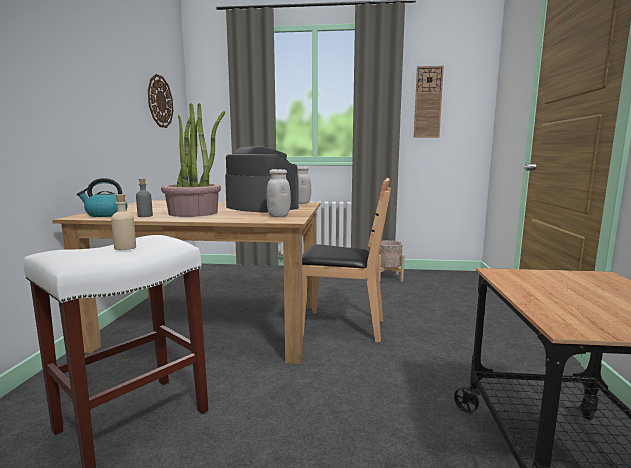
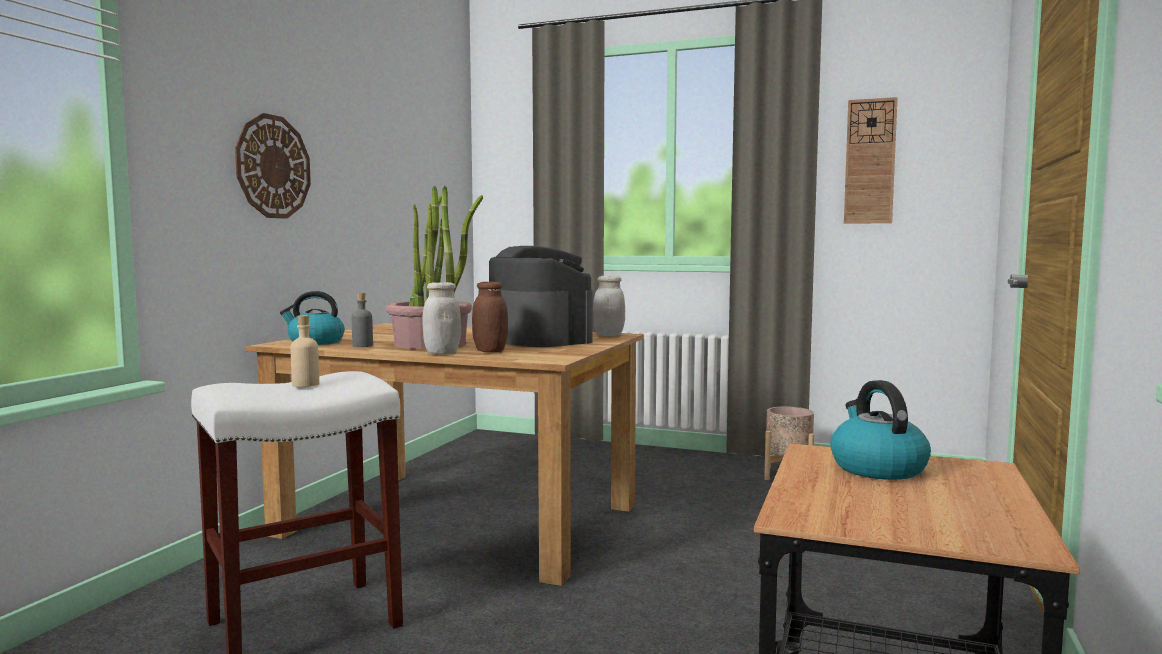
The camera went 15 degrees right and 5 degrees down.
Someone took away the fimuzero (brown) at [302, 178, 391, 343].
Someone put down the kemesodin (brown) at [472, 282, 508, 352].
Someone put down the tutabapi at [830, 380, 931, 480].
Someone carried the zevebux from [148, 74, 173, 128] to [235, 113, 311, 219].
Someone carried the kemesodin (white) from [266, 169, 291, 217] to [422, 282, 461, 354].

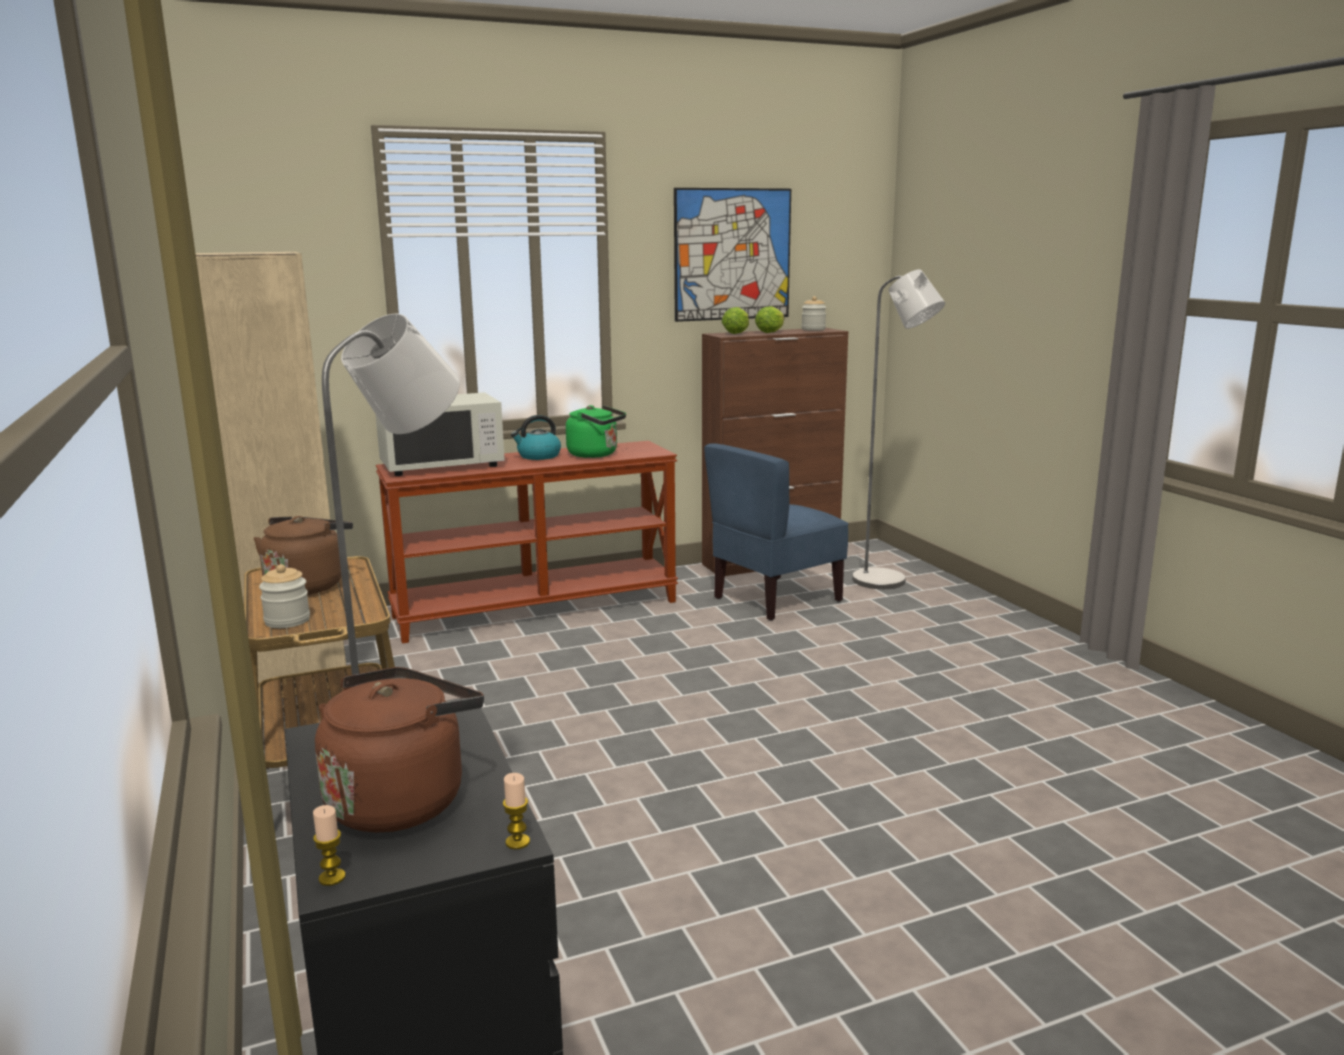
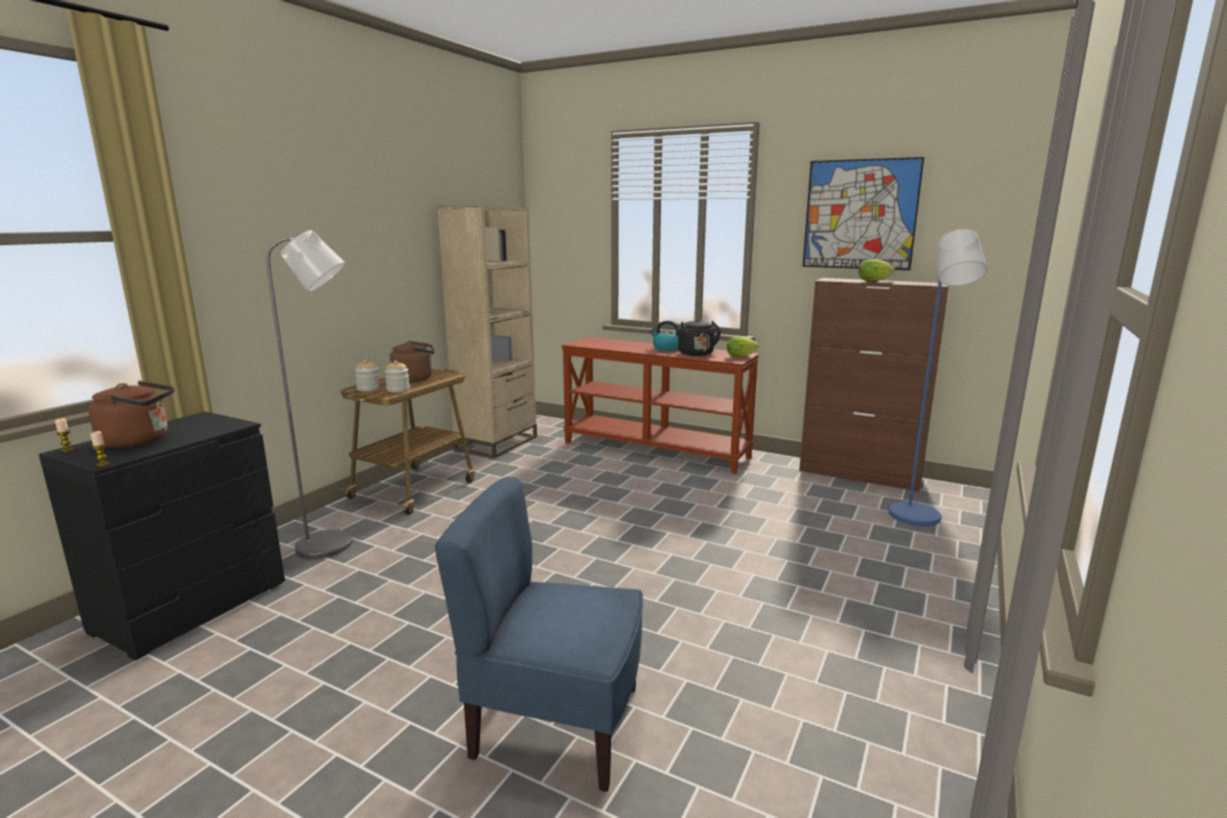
The camera went 50 degrees right and 0 degrees up.
Someone took away the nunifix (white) at [376, 392, 505, 476].
Someone carried the fimuzero (blue) from [704, 443, 849, 621] to [435, 477, 643, 792].
Someone carried the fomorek from [722, 307, 749, 334] to [727, 337, 758, 357].
Someone carried the kemesodin from [802, 296, 826, 331] to [385, 360, 410, 393].
Someone repainted the tutabapi (green) at [566, 405, 626, 458], which became the tutabapi (black) at [678, 319, 721, 356].
Someone repainted the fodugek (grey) at [852, 269, 945, 589], which became the fodugek (blue) at [889, 229, 988, 526].

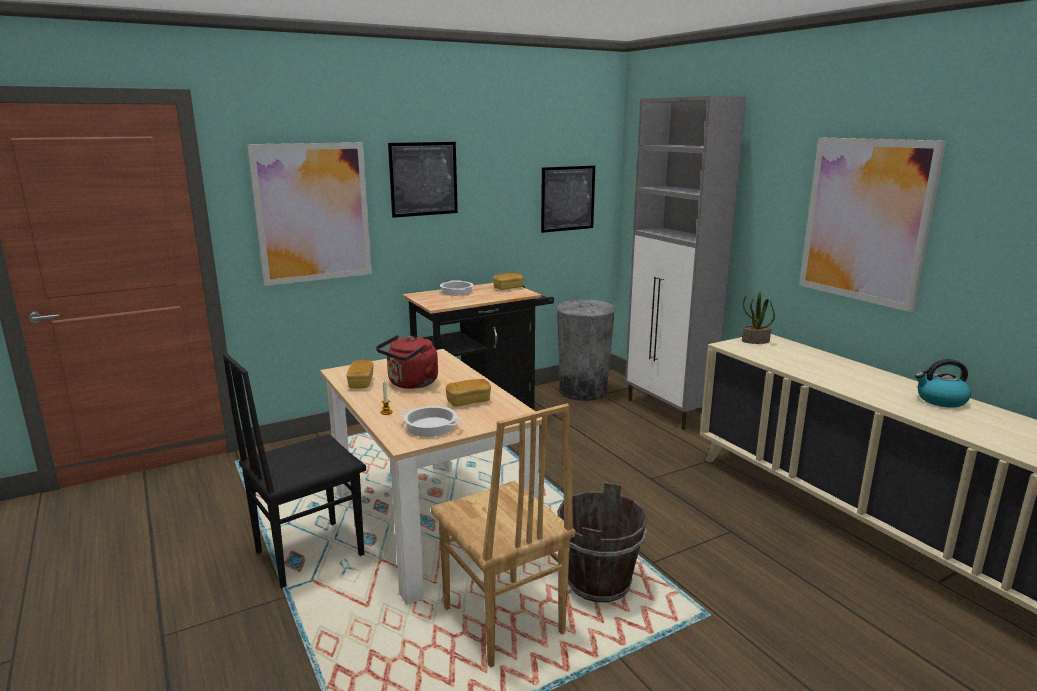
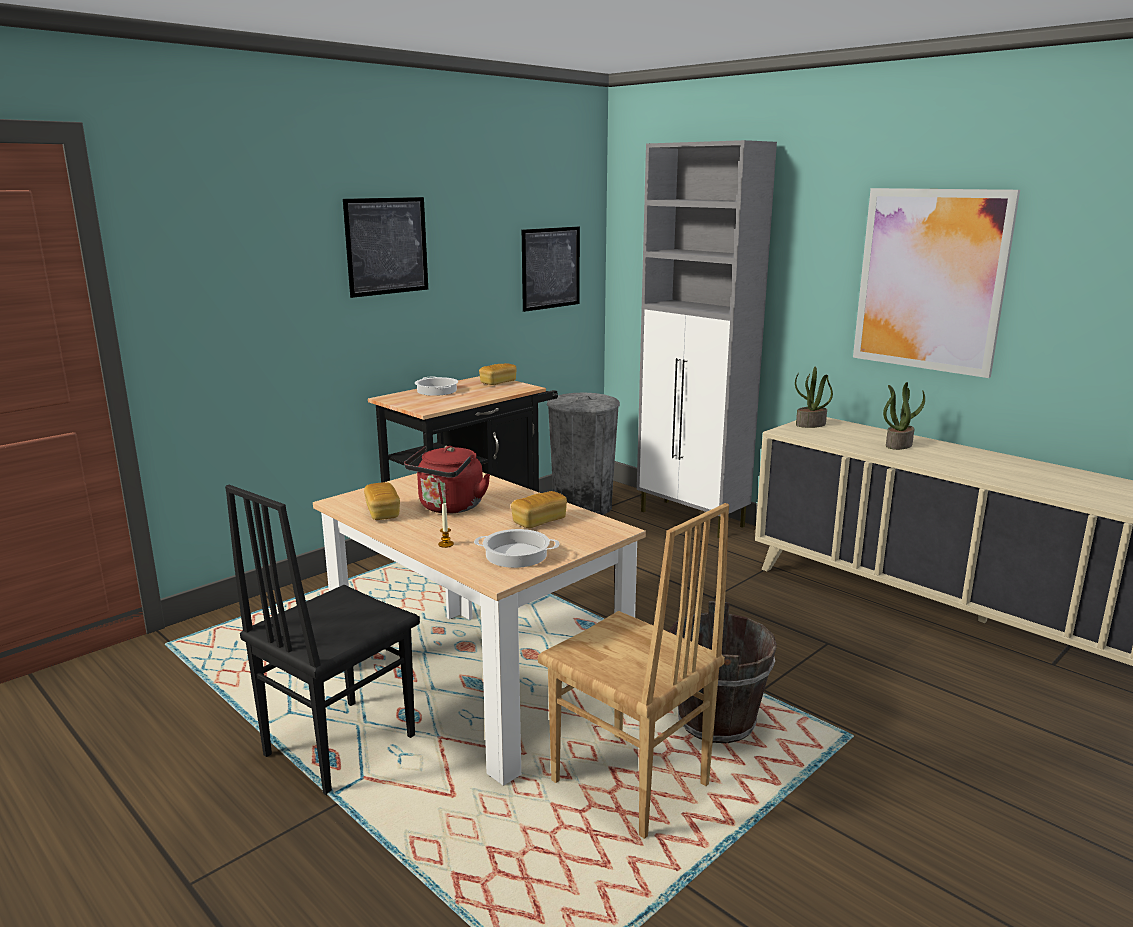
The camera went 15 degrees left and 0 degrees up.
Someone took away the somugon at [247, 142, 372, 286].
Someone took away the tutabapi at [915, 359, 971, 408].
Someone put down the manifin at [883, 382, 925, 450].

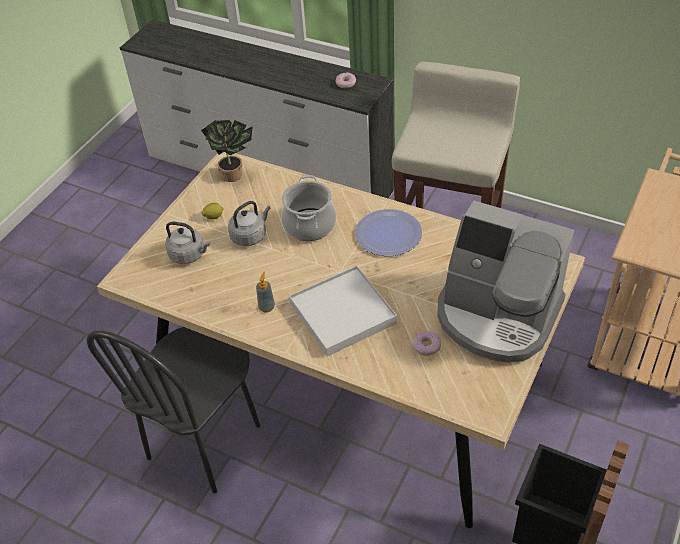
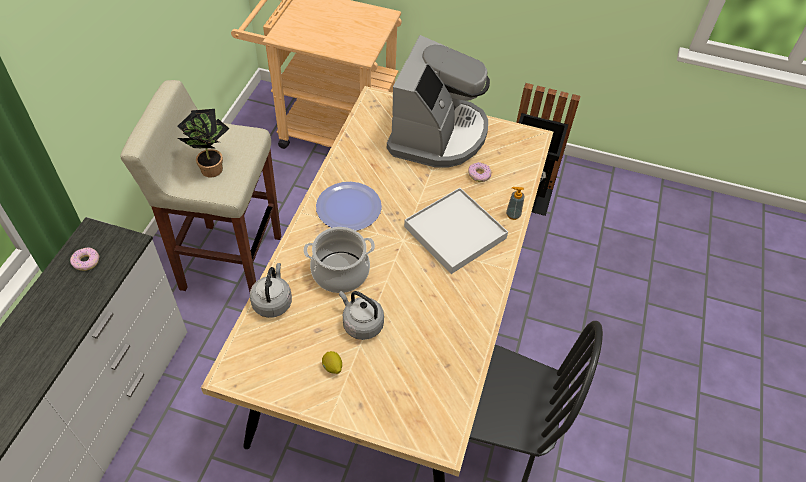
The camera went 105 degrees left and 5 degrees up.
Someone carried the tutabapi (grey) from [165, 222, 210, 264] to [250, 263, 292, 318].
Someone carried the manifin from [201, 120, 253, 182] to [177, 109, 230, 177].
Someone carried the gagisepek from [256, 272, 275, 313] to [506, 187, 525, 220].

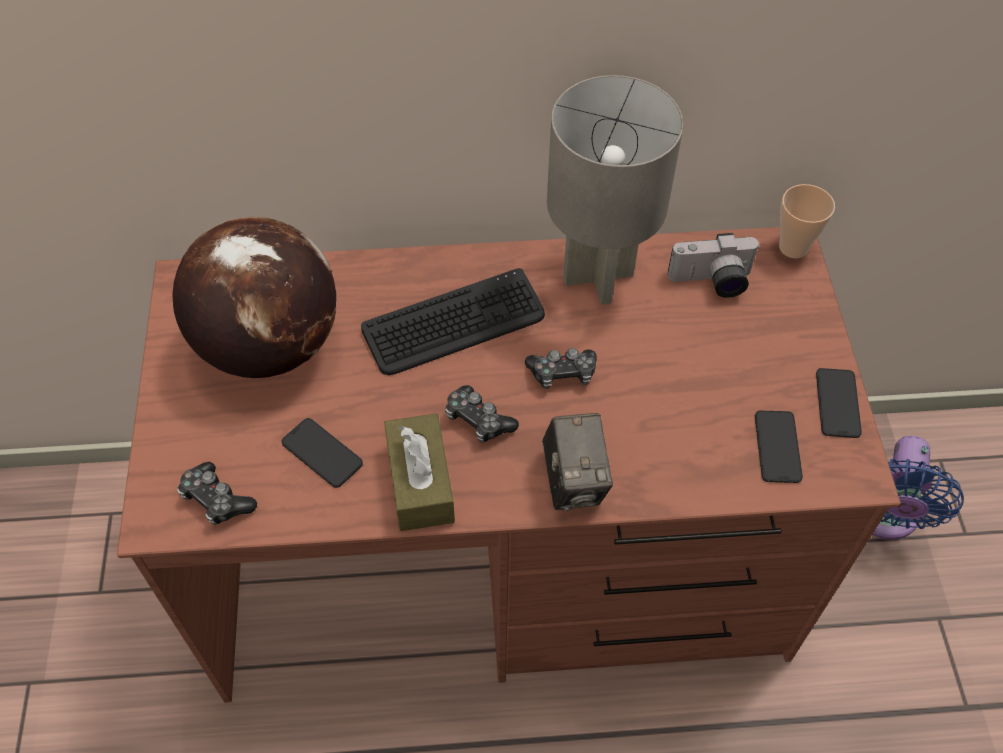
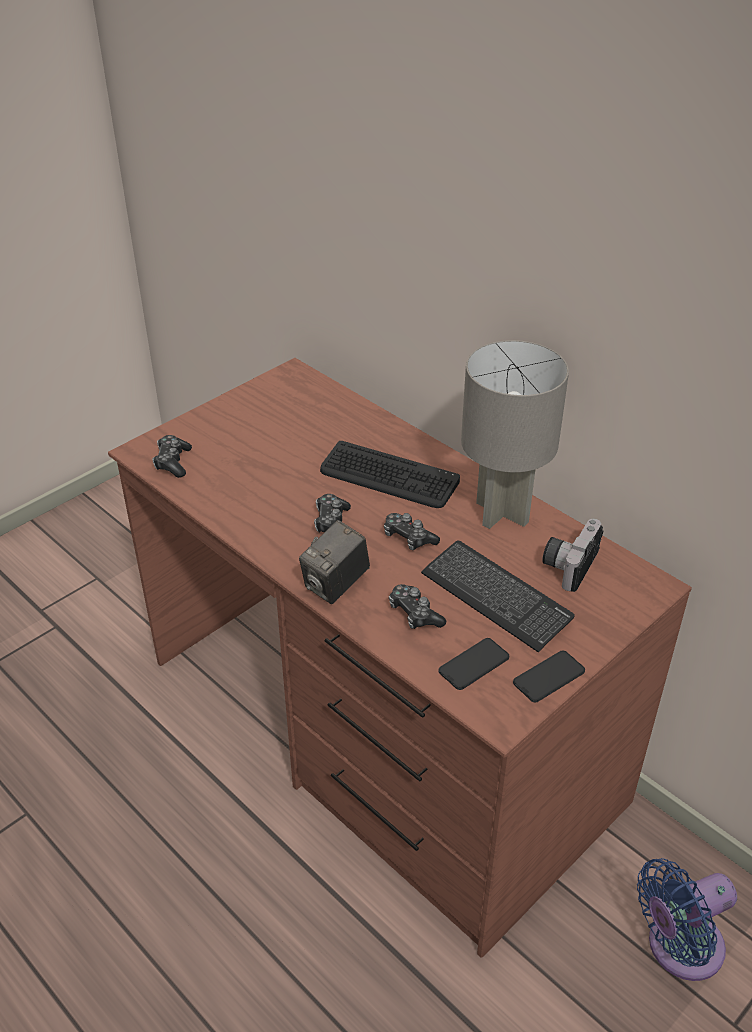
The camera went 50 degrees right and 15 degrees down.
Someone took away the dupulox at [172, 217, 336, 378].
Someone took away the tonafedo at [282, 418, 363, 488].
Someone took away the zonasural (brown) at [384, 413, 455, 531].
Someone took away the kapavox at [779, 184, 835, 258].
Someone put down the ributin at [389, 584, 446, 629].
Someone put down the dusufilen at [421, 540, 575, 653].
Someone rotated the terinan at [668, 233, 760, 298] by 75 degrees clockwise.

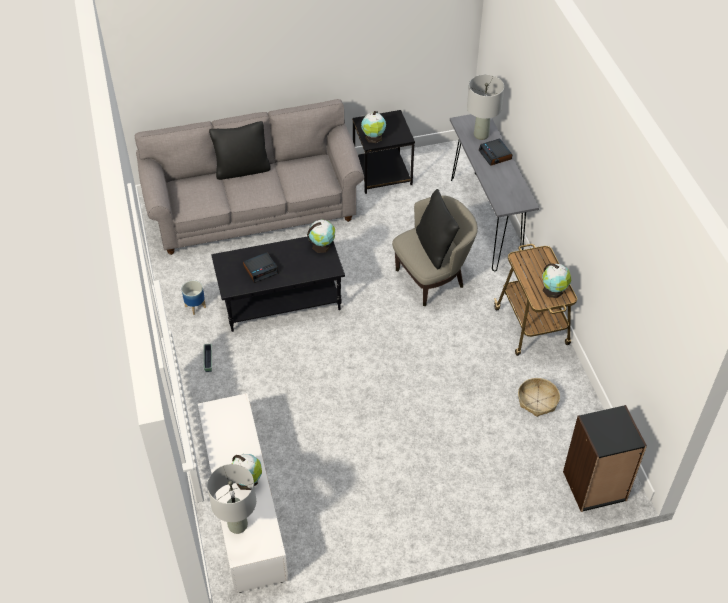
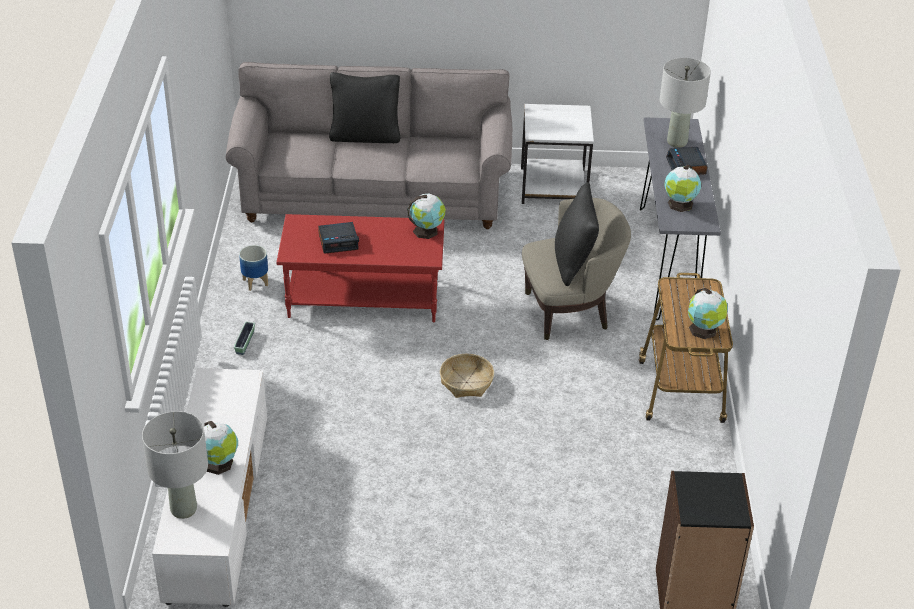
The camera went 15 degrees right and 10 degrees down.
Someone carried the dupulox from [361, 111, 386, 143] to [665, 165, 701, 212].
Someone carried the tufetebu from [518, 378, 560, 417] to [440, 354, 494, 398].
Someone repainted the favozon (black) at [211, 236, 345, 332], which became the favozon (red) at [276, 214, 444, 322].
Someone repainted the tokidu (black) at [352, 110, 415, 194], which became the tokidu (white) at [521, 104, 594, 204].

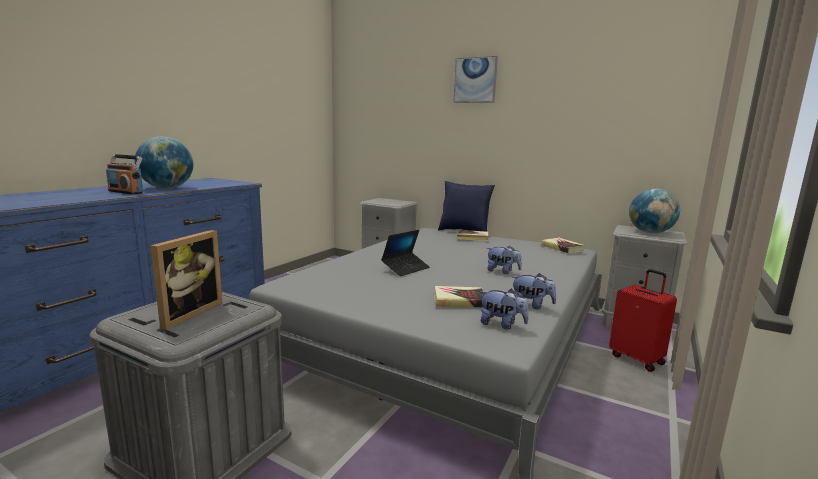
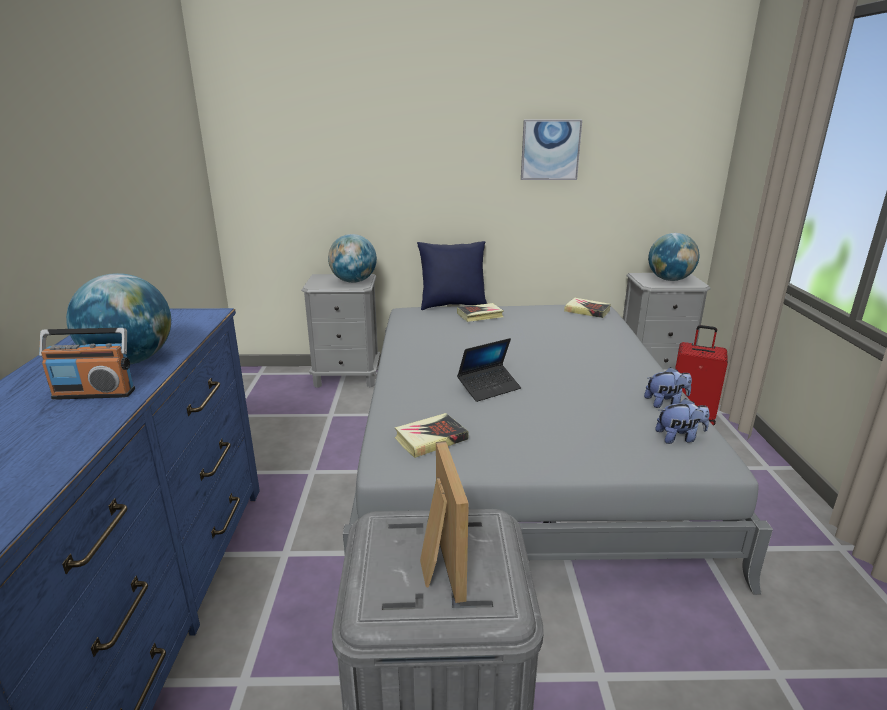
The camera went 30 degrees left and 10 degrees up.
Someone took away the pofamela at [487, 246, 522, 274].
Someone put down the dupulox at [328, 234, 377, 283].
Someone carried the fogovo from [434, 286, 484, 308] to [395, 413, 469, 458].
Someone carried the somugon from [453, 56, 498, 103] to [521, 120, 582, 180].
Someone rotated the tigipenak at [381, 230, 430, 276] by 45 degrees clockwise.

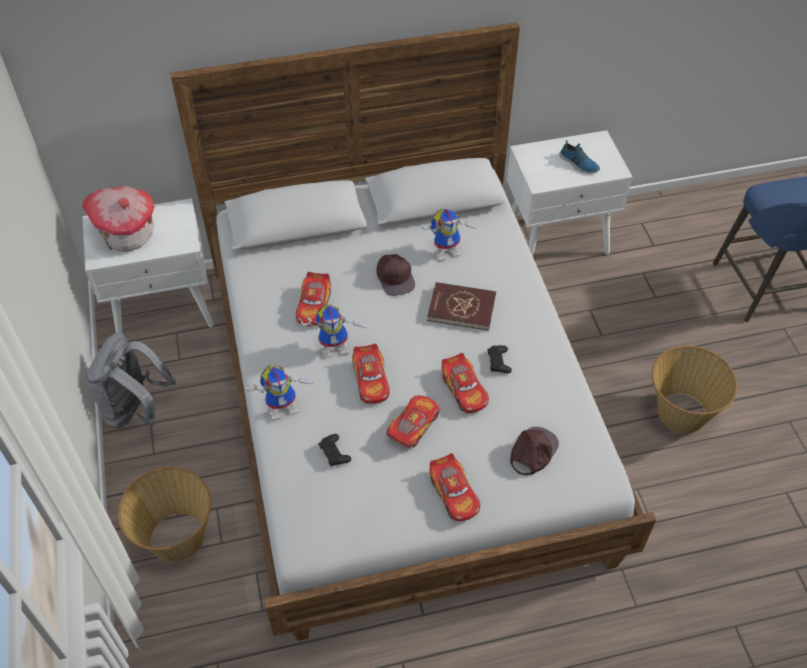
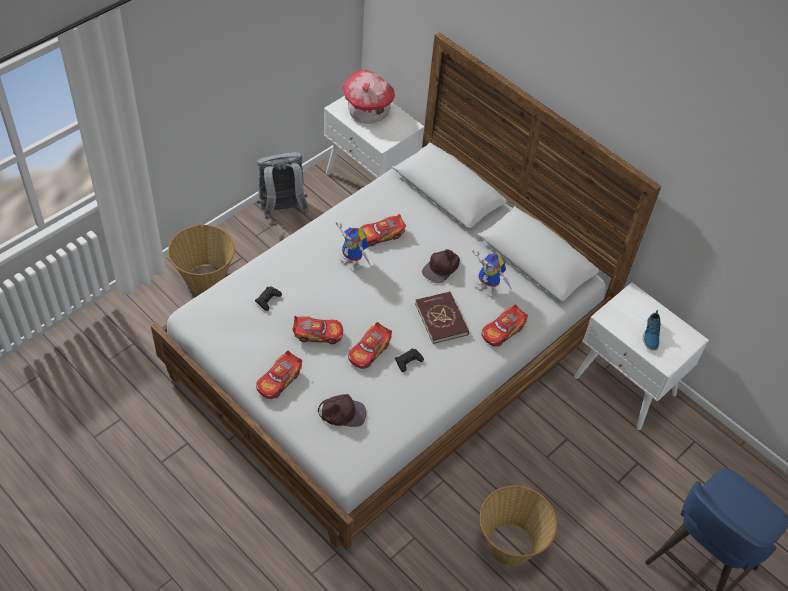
The camera went 55 degrees right and 0 degrees up.
Someone took away the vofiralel at [246, 365, 314, 421].
Someone carried the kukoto from [352, 344, 390, 404] to [481, 305, 528, 347].

